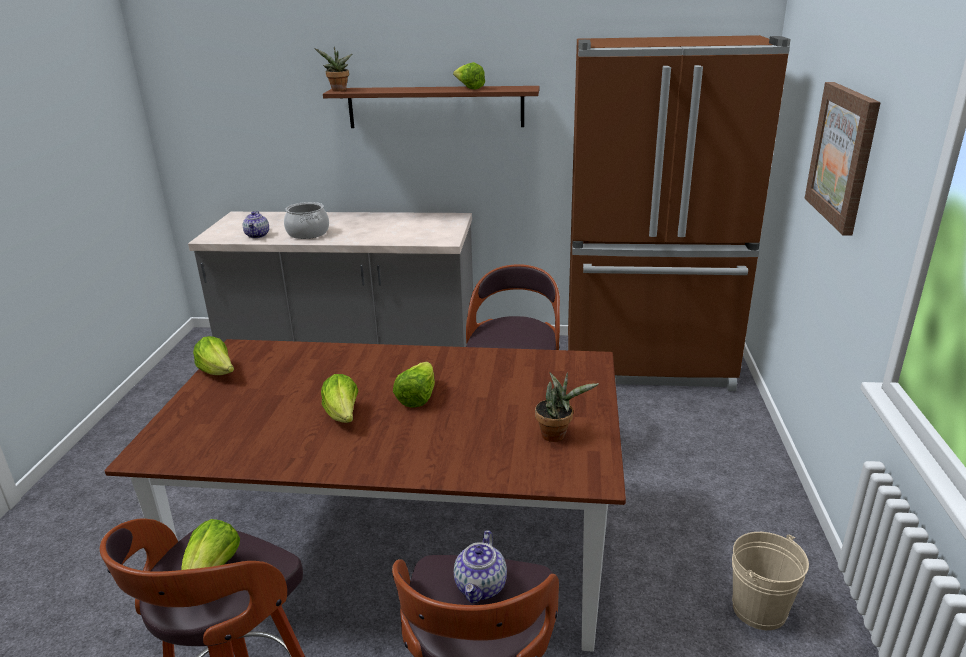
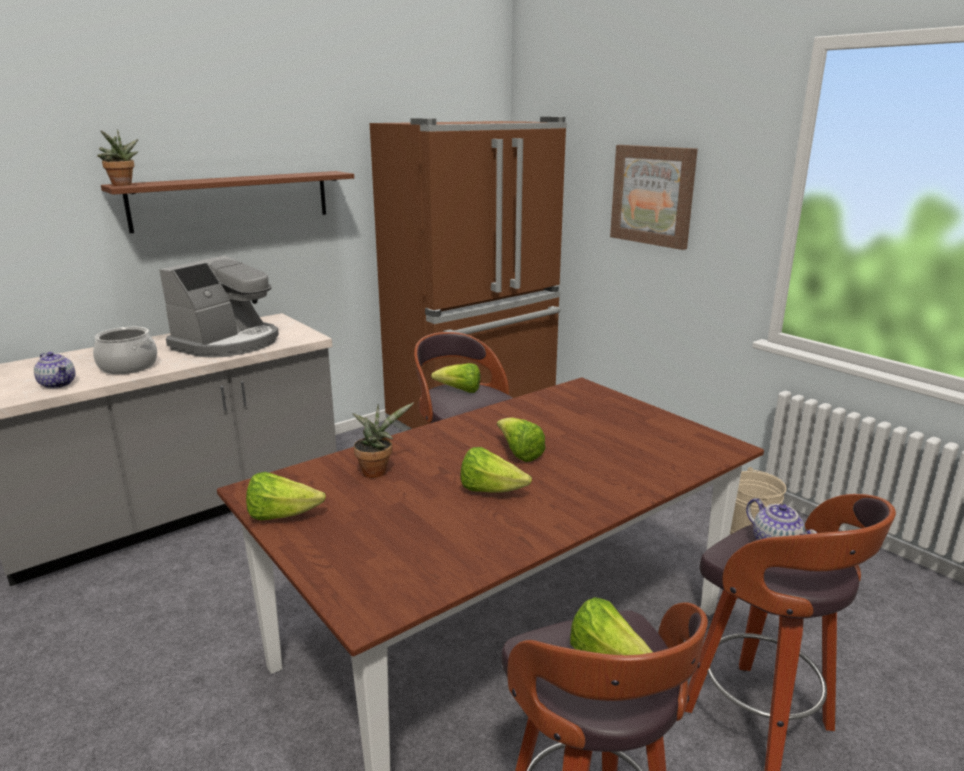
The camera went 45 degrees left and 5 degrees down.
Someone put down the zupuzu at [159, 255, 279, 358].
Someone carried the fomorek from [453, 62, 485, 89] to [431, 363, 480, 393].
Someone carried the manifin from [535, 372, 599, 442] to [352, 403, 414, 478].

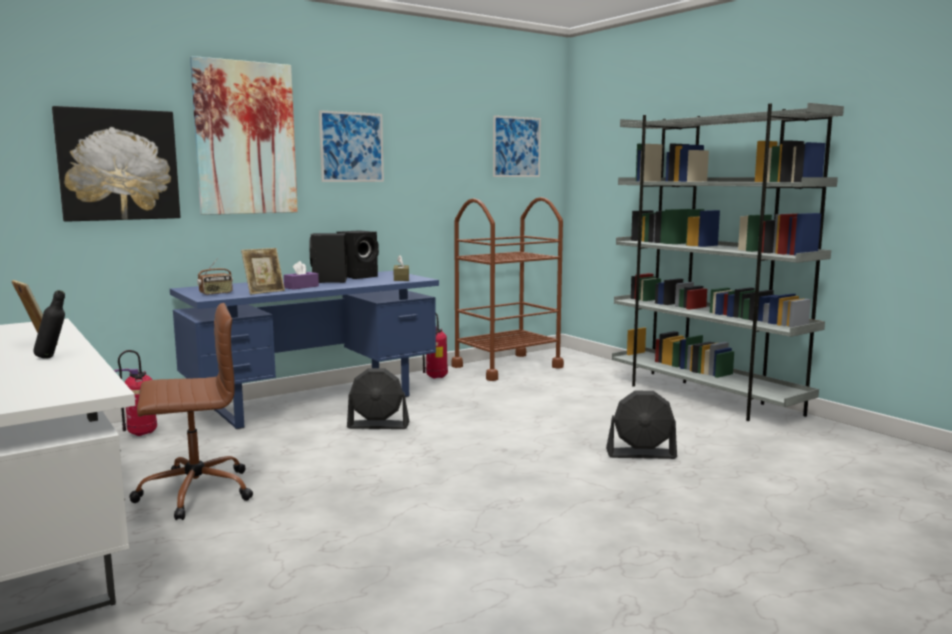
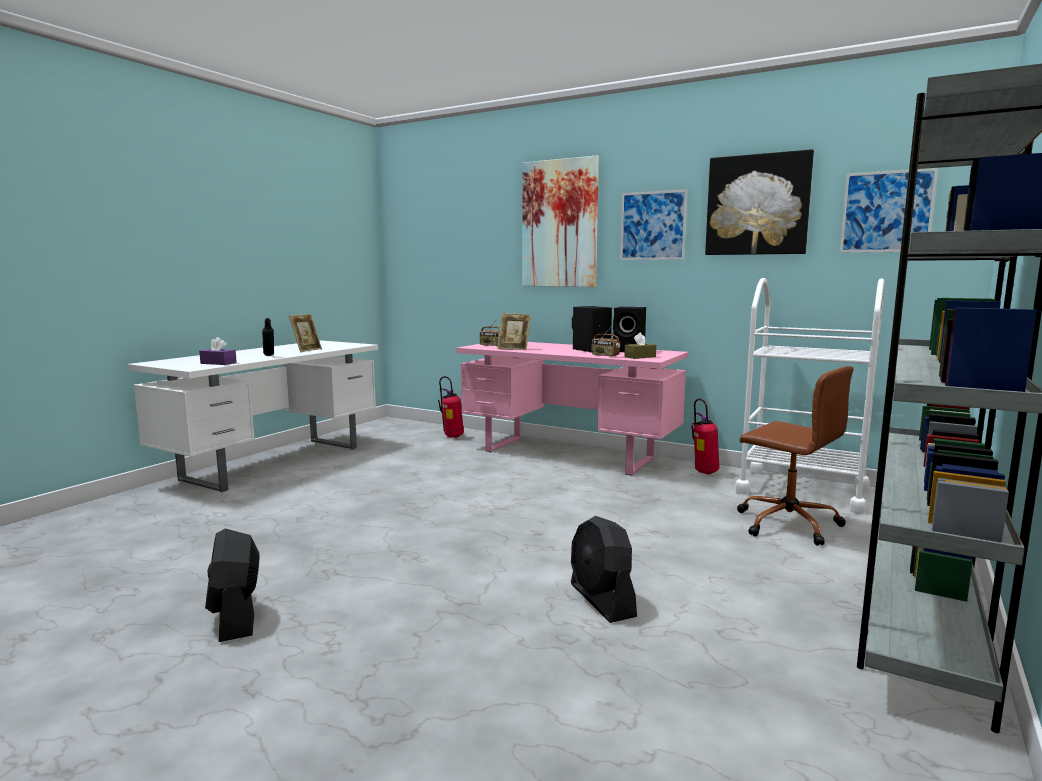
The camera went 65 degrees right and 0 degrees up.
Someone put down the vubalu at [592, 325, 620, 357].
Someone carried the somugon from [52, 106, 181, 222] to [705, 149, 814, 255].
Someone carried the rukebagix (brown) from [129, 303, 253, 520] to [737, 366, 854, 546].
Someone carried the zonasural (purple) from [284, 261, 319, 290] to [199, 337, 237, 365].
Someone carried the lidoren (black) from [347, 368, 409, 429] to [205, 528, 260, 642].
Someone repainted the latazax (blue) at [170, 271, 439, 429], which became the latazax (pink) at [456, 342, 688, 476].
Someone repainted the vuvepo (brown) at [452, 197, 564, 381], which became the vuvepo (white) at [735, 278, 884, 514].

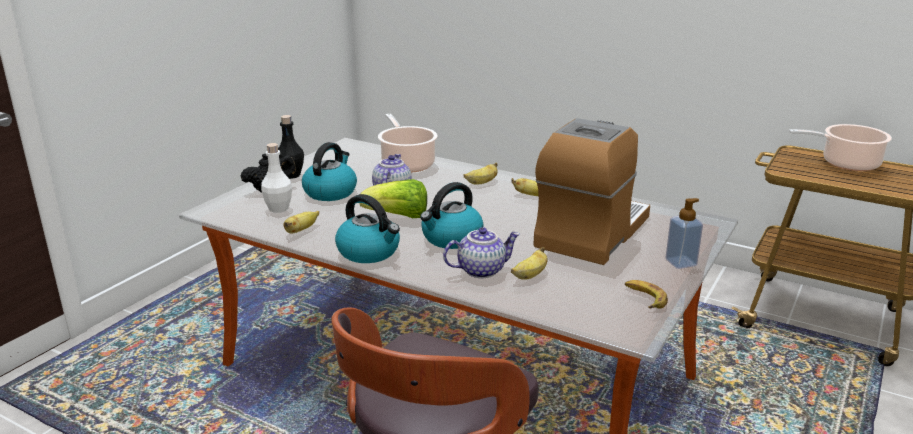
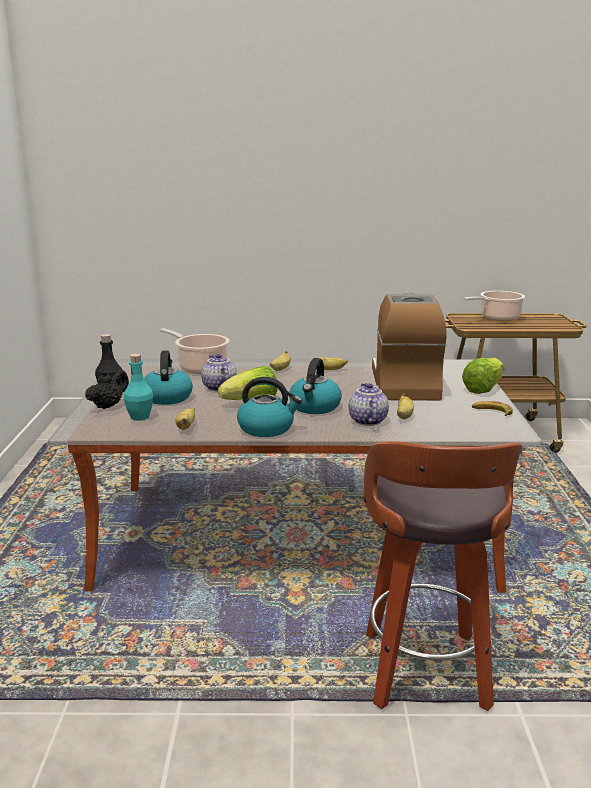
The camera went 30 degrees left and 5 degrees down.
Someone swapped the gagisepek at [665, 198, 703, 269] for the fomorek at [462, 358, 505, 394].
Someone repainted the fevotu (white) at [261, 143, 292, 213], which became the fevotu (turquoise) at [124, 354, 153, 421].
Someone rotated the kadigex at [443, 227, 520, 278] by 45 degrees counterclockwise.

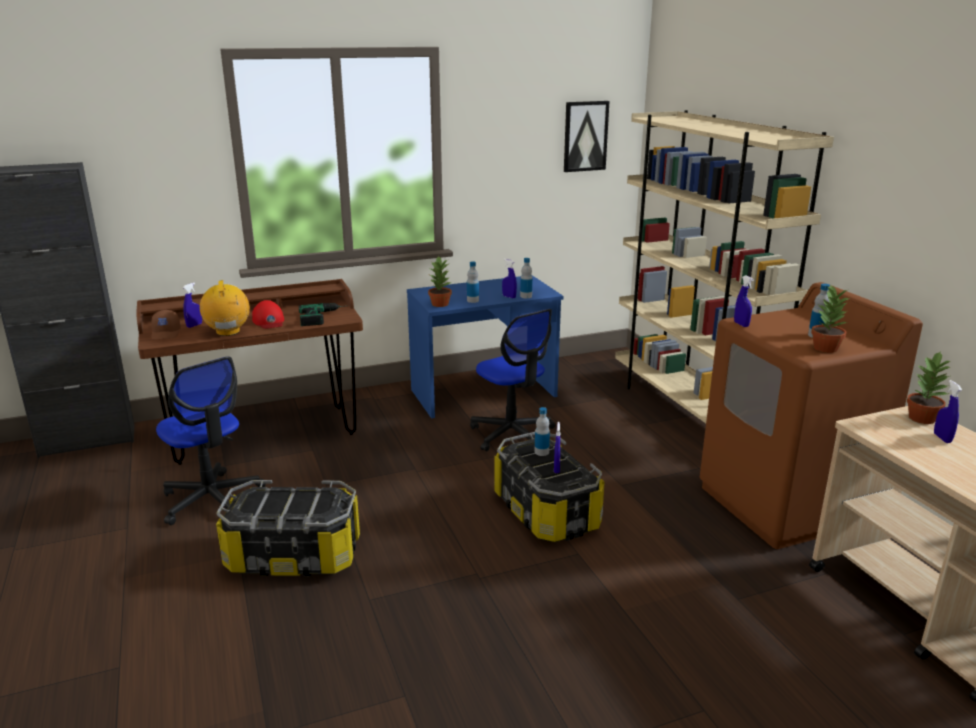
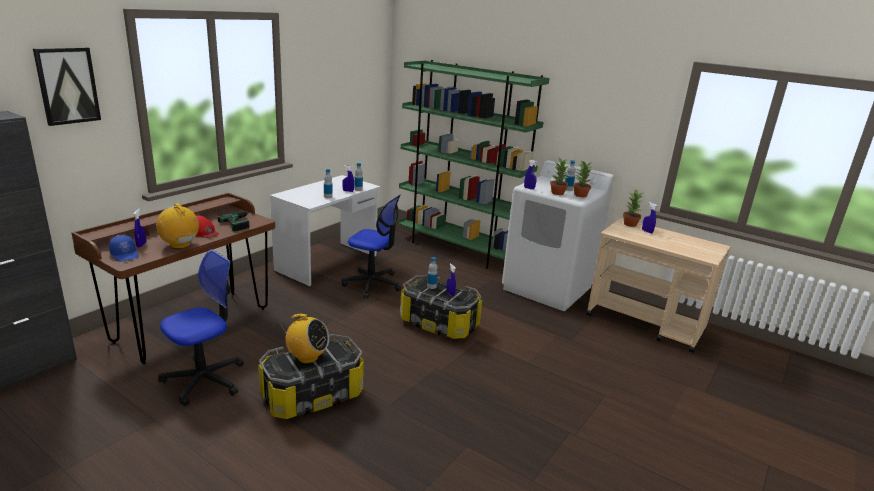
The camera went 35 degrees left and 0 degrees up.
Someone put down the vubalu at [281, 314, 329, 363].
Someone carried the manifin from [428, 256, 452, 307] to [550, 158, 570, 195].
Someone carried the somugon from [564, 101, 610, 172] to [33, 47, 101, 126].
Someone repainted the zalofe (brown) at [151, 310, 181, 339], which became the zalofe (blue) at [109, 235, 139, 262].
Someone repainted the latazax (blue) at [407, 275, 564, 419], which became the latazax (white) at [270, 175, 381, 286].
Someone repainted the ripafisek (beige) at [615, 110, 834, 423], which became the ripafisek (green) at [397, 60, 550, 269].
Someone repainted the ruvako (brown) at [700, 282, 923, 549], which became the ruvako (white) at [502, 160, 614, 311].
Someone rotated the rukebagix at [156, 356, 266, 525] by 60 degrees counterclockwise.

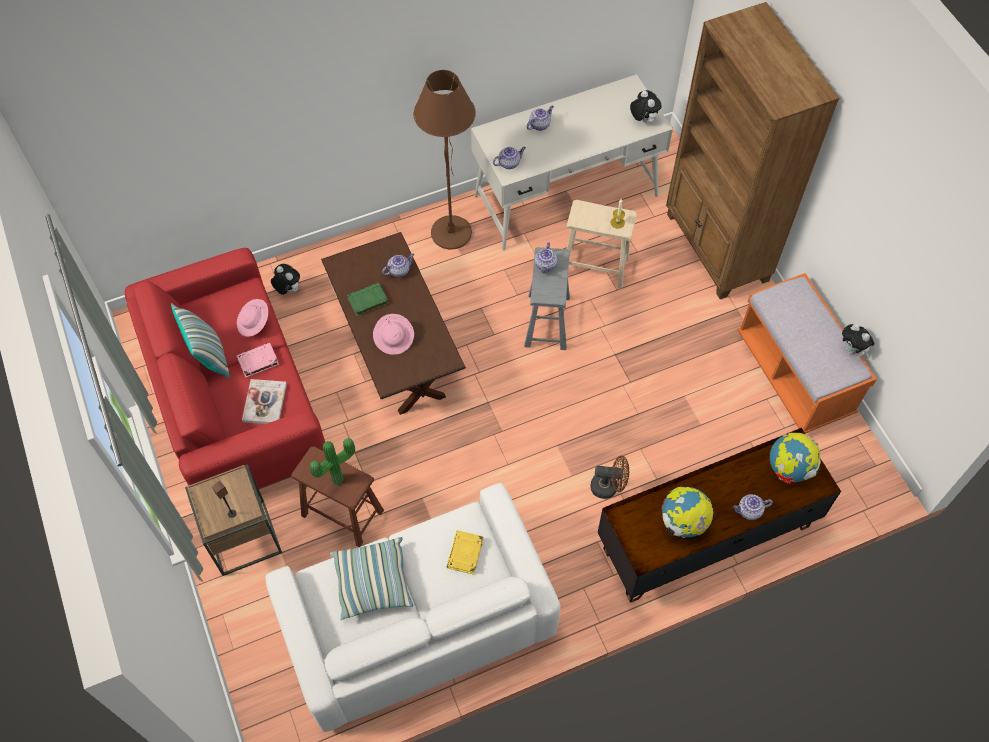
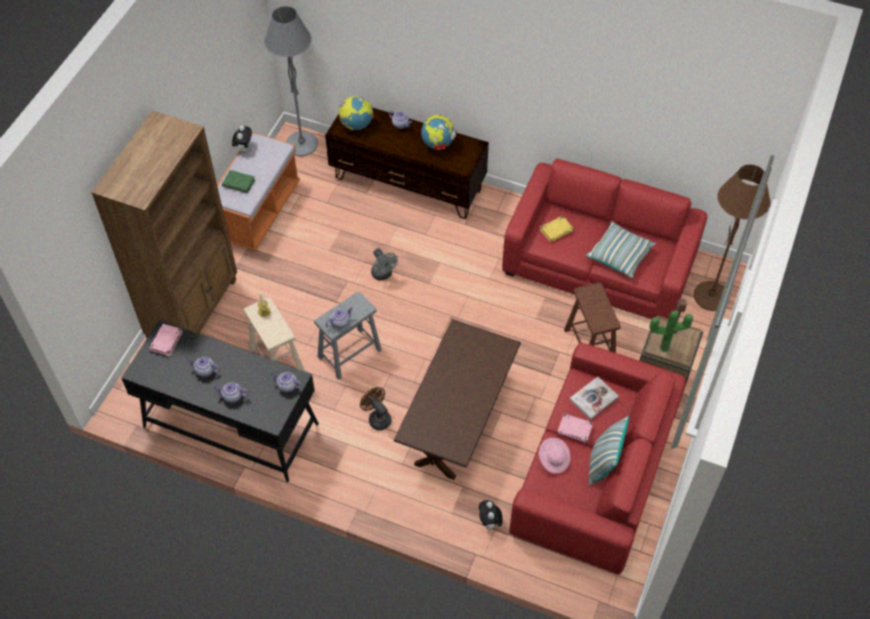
The camera went 135 degrees left and 5 degrees down.
Someone took away the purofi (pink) at [373, 314, 414, 355].
Someone put down the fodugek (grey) at [264, 6, 318, 156].
Someone put down the lidoren (grey) at [371, 248, 398, 280].
Someone carried the manifin from [310, 438, 355, 485] to [649, 311, 693, 352].
Someone carried the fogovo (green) from [347, 282, 389, 316] to [222, 170, 255, 193].
Someone carried the kadigex from [382, 253, 414, 277] to [187, 357, 220, 377].
Someone carried the fodugek (brown) from [413, 70, 476, 249] to [694, 164, 771, 311].
Someone carried the lidoren (brown) from [591, 455, 629, 499] to [360, 387, 391, 430].
Someone swapped the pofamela at [630, 90, 661, 123] for the fogovo (pink) at [149, 324, 182, 356].
Someone repainted the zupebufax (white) at [265, 483, 560, 732], which became the zupebufax (red) at [502, 158, 707, 319].
Someone repainted the latazax (white) at [471, 74, 673, 251], which became the latazax (black) at [122, 320, 319, 482].

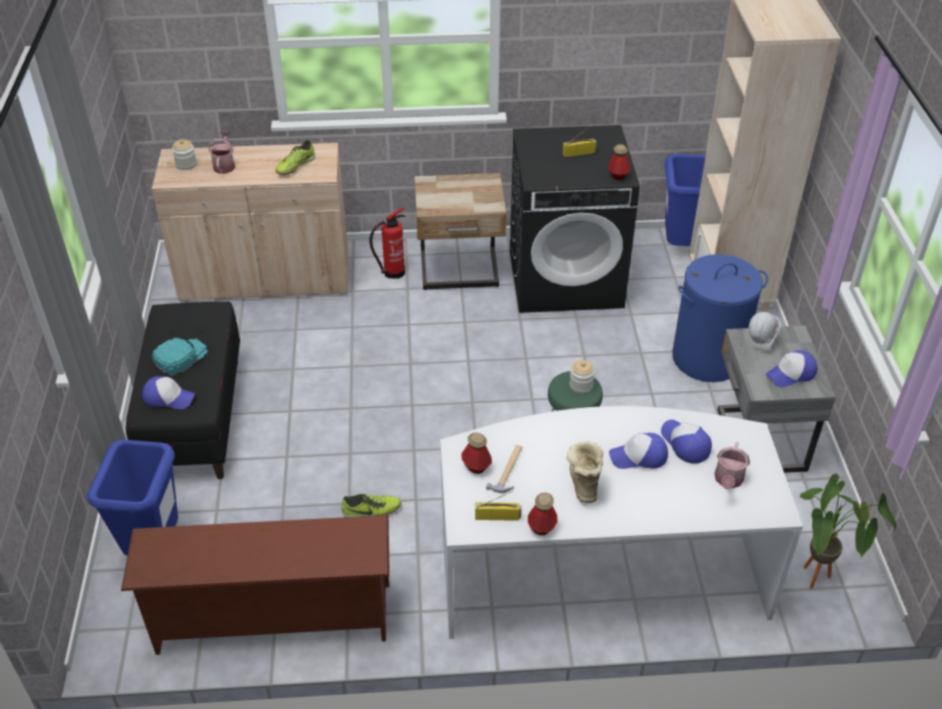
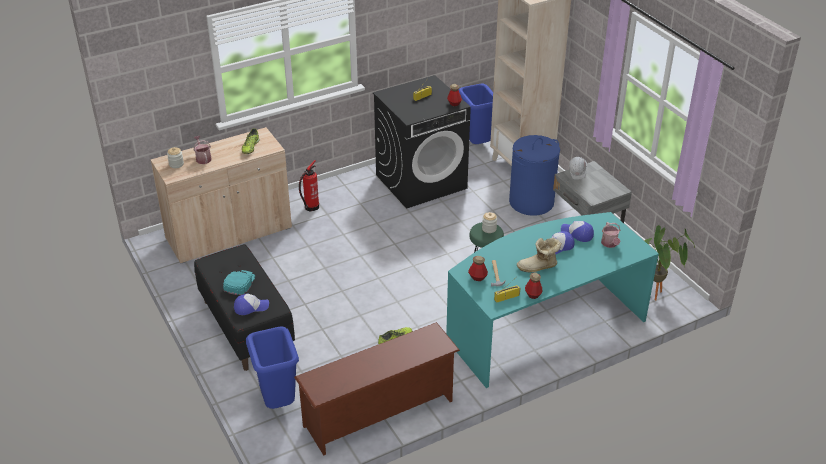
The camera went 25 degrees left and 5 degrees down.
Someone took away the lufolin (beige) at [415, 173, 506, 290].
Someone took away the zalofe at [766, 350, 817, 388].
Someone repainted the latazax (white) at [440, 406, 803, 639], which became the latazax (turquoise) at [446, 212, 659, 388].
Someone rotated the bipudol at [567, 441, 603, 503] by 75 degrees counterclockwise.

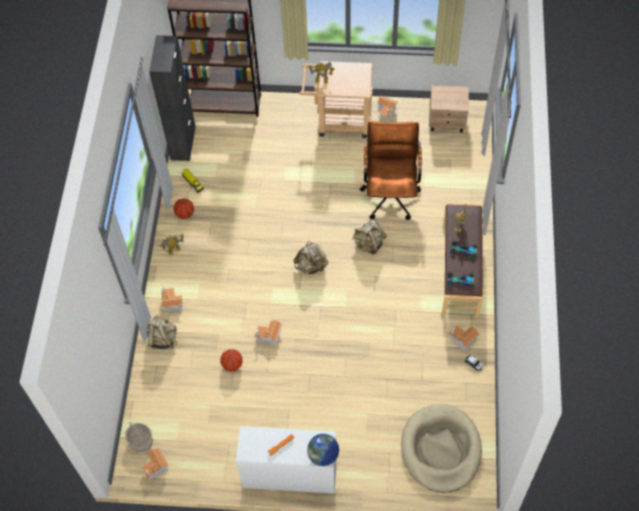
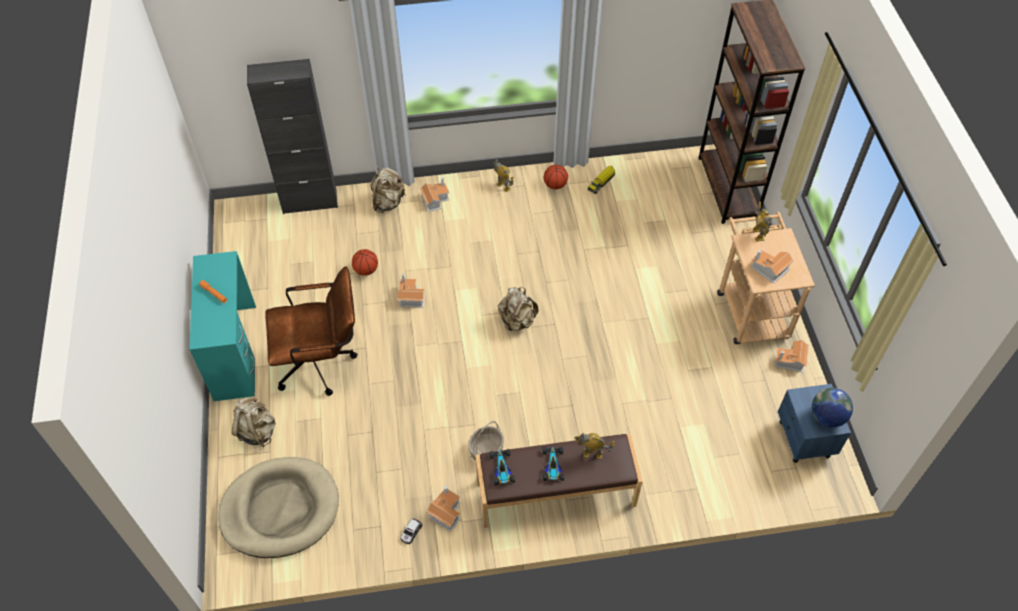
The camera went 75 degrees right and 5 degrees down.
Someone carried the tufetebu from [125, 421, 153, 452] to [468, 421, 504, 461].
Someone carried the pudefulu from [141, 448, 169, 480] to [751, 250, 794, 283].
Someone carried the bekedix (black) from [149, 35, 196, 161] to [247, 59, 338, 214].
Someone carried the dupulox from [307, 434, 339, 466] to [812, 388, 853, 427].
Someone carried the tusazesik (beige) from [352, 220, 387, 255] to [232, 397, 276, 447].
Someone carried the rukebagix (brown) from [360, 121, 422, 220] to [265, 266, 357, 396].
Someone repainted the latazax (white) at [236, 426, 337, 494], which became the latazax (turquoise) at [189, 251, 256, 401].
Someone repainted the lufolin (beige) at [429, 85, 469, 133], which became the lufolin (blue) at [778, 384, 851, 463].

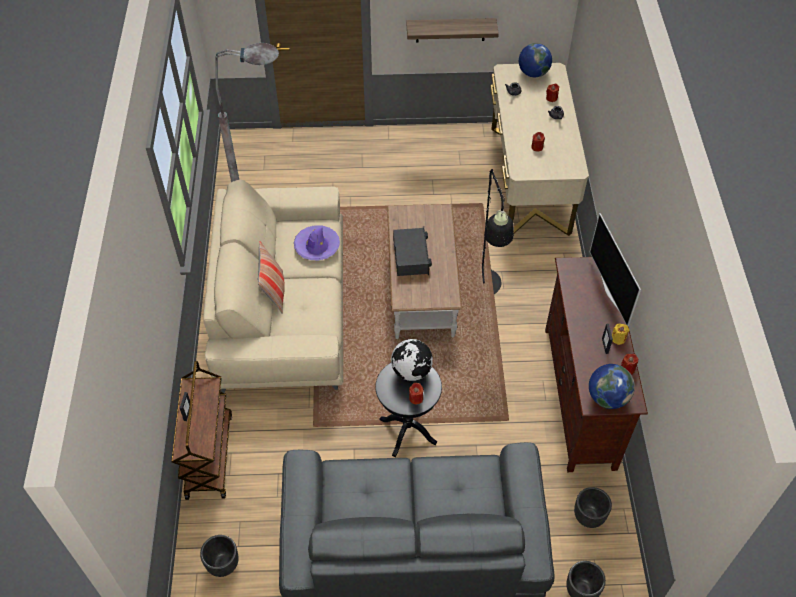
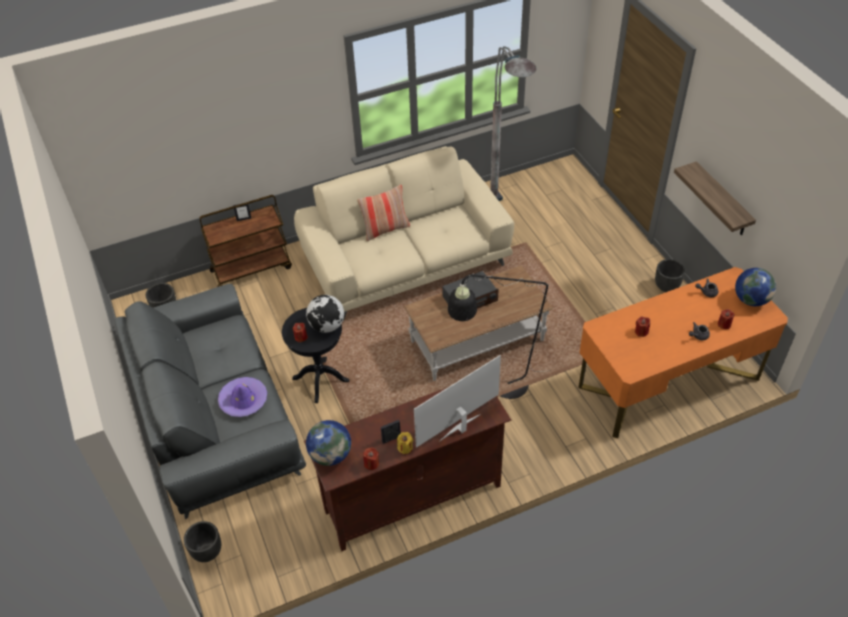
The camera went 70 degrees right and 5 degrees down.
Someone carried the purofi (purple) from [294, 225, 340, 260] to [218, 377, 267, 417].
Someone carried the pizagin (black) from [574, 487, 612, 528] to [655, 259, 685, 292].
Someone repainted the latazax (beige) at [490, 63, 589, 236], which became the latazax (orange) at [578, 267, 788, 438].

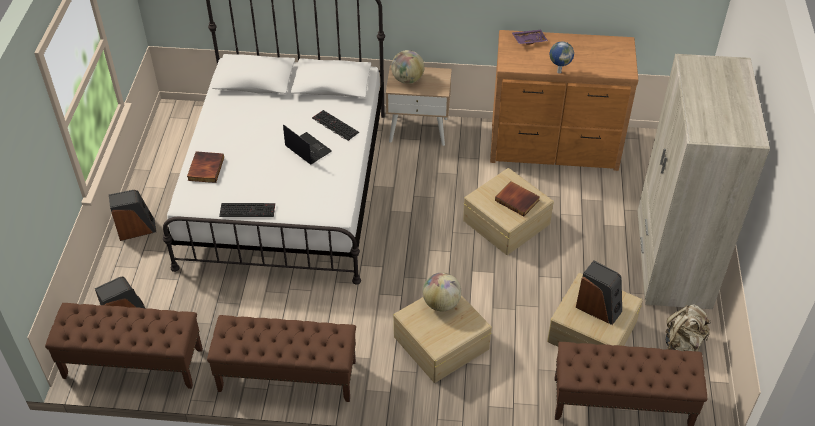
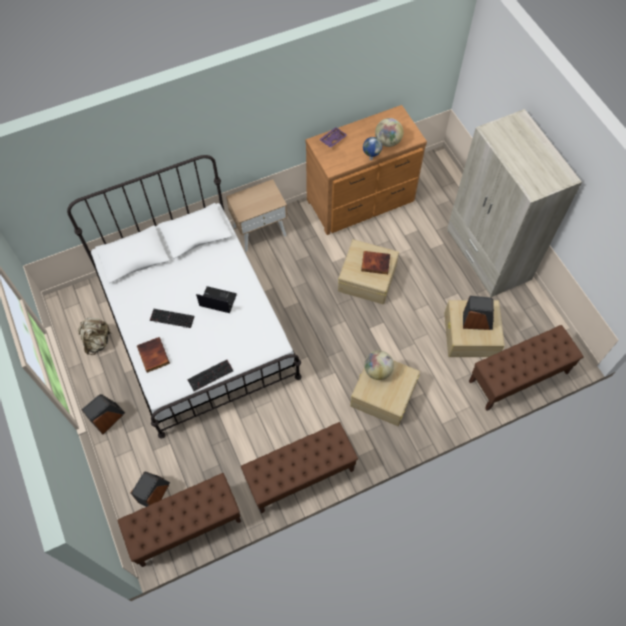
The camera went 30 degrees left and 15 degrees up.
Someone carried the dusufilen from [312, 110, 359, 141] to [150, 309, 194, 328].
Someone carried the dupulox from [391, 50, 425, 84] to [375, 118, 403, 147].
Someone carried the tusazesik (beige) from [665, 304, 711, 352] to [78, 318, 111, 355].

